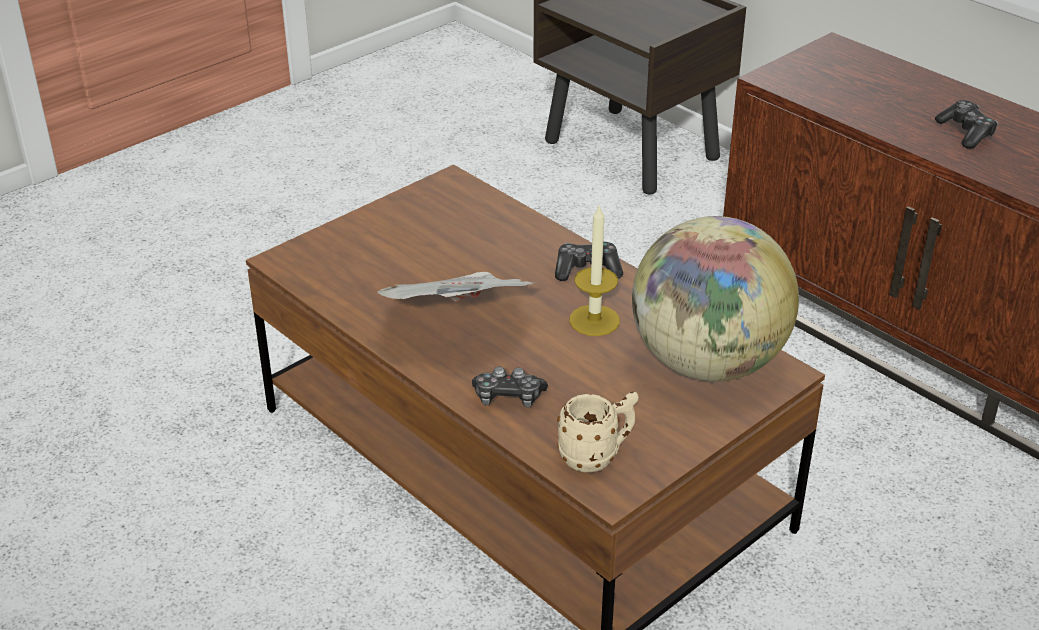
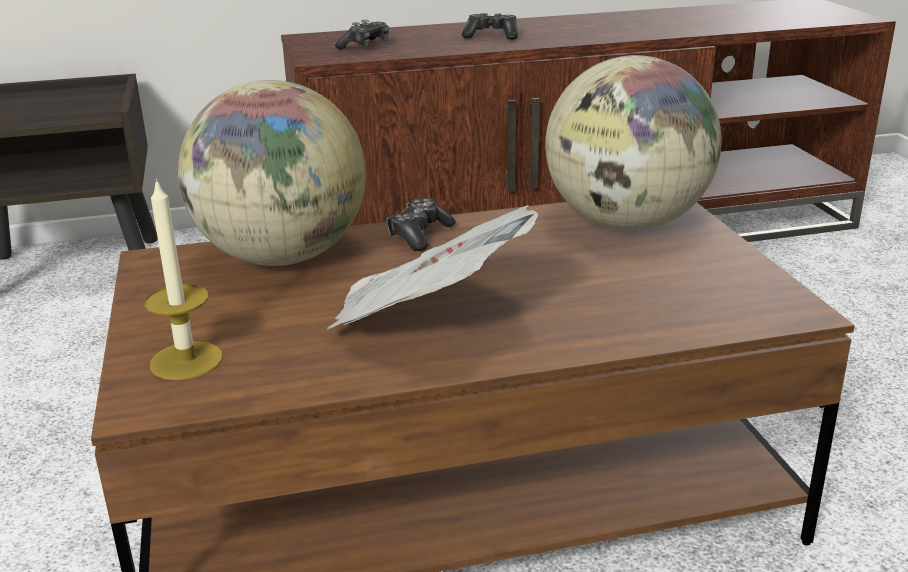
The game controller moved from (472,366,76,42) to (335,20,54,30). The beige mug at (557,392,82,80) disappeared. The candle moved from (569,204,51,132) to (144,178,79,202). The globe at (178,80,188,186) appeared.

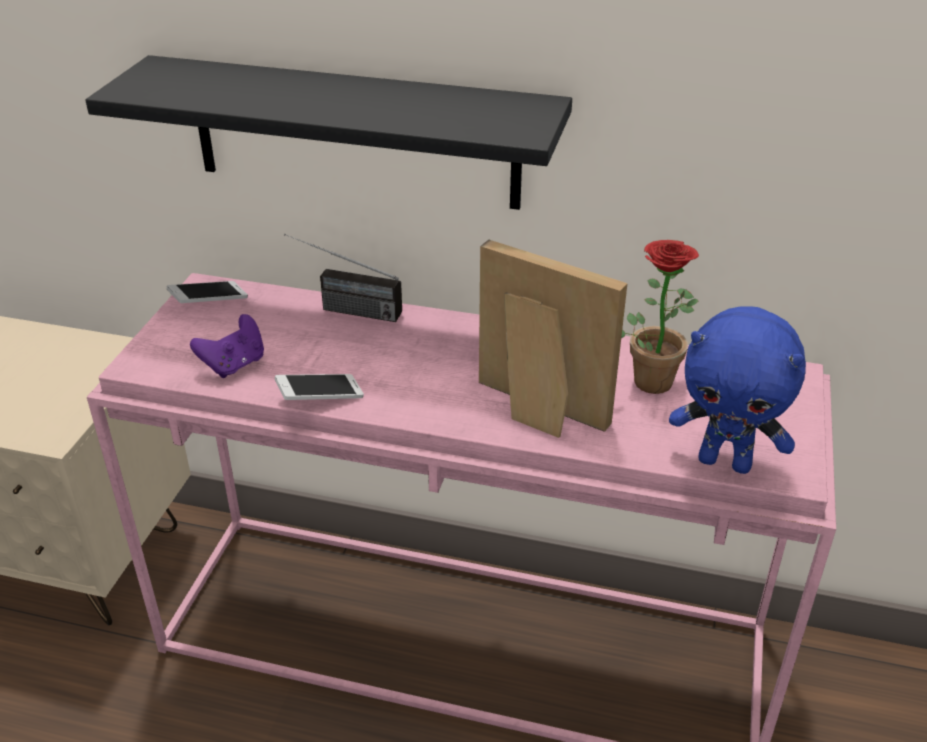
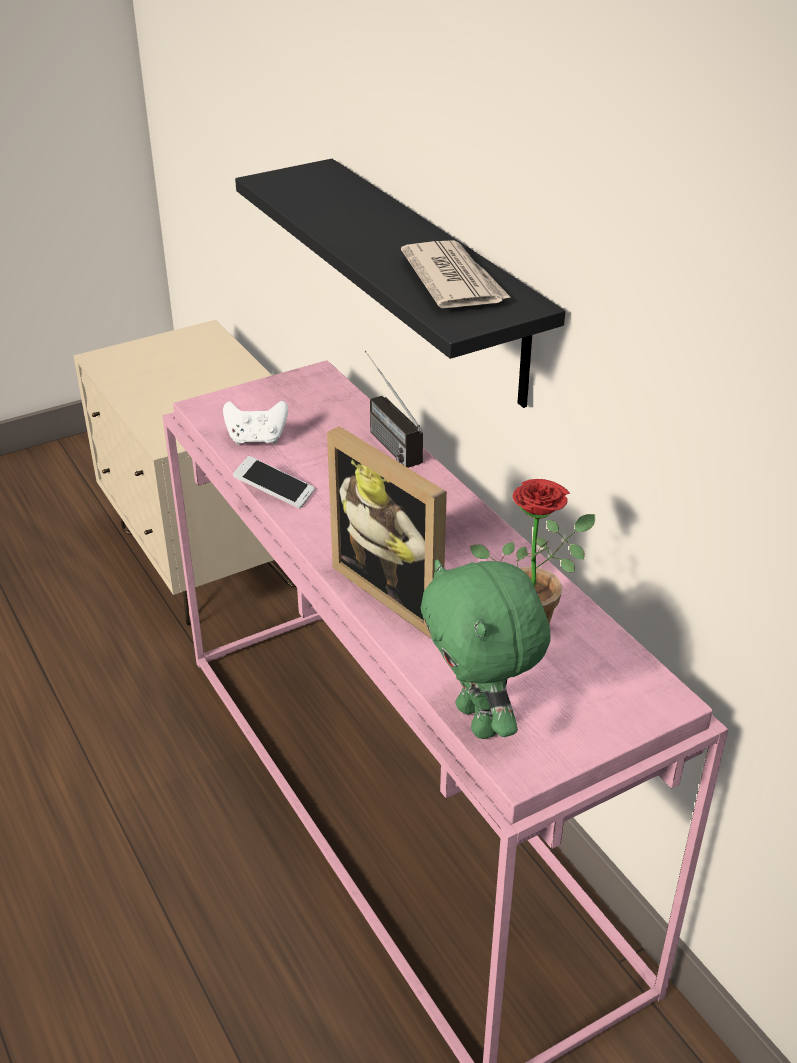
The phone at (167,281,81,22) disappeared. The purple game controller at (190,314,74,64) became the white game controller at (223,401,65,44). The picture frame at (479,240,149,198) turned 150 degrees clockwise. The blue plush toy at (669,306,137,168) became the green plush toy at (421,560,130,179). The newspaper at (401,240,110,68) appeared.

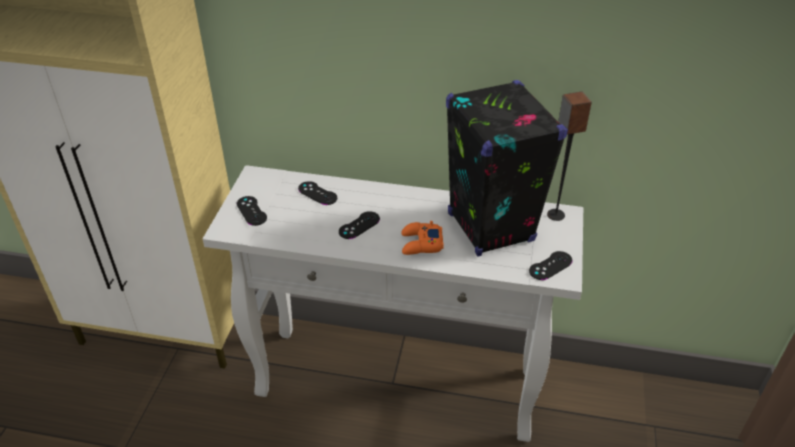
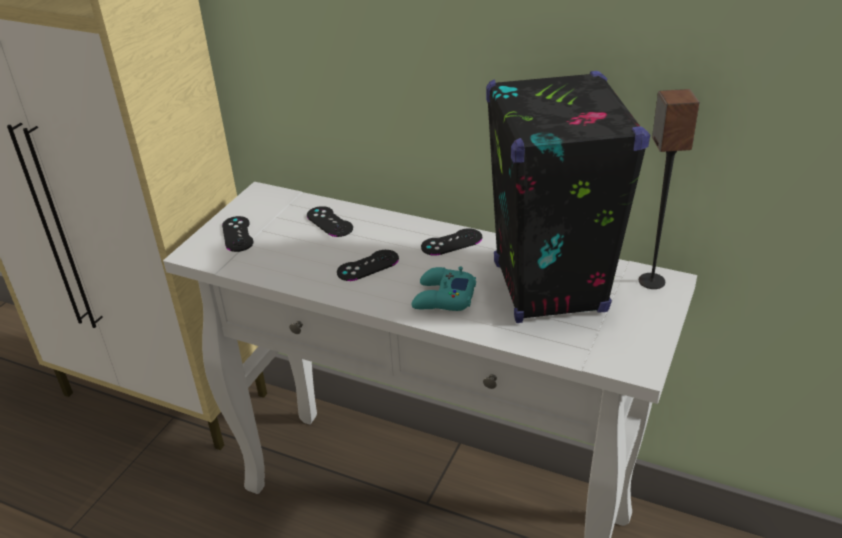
The orange game controller at (401,221,43,34) became the turquoise game controller at (412,266,64,45). The black game controller moved from (529,251,43,29) to (421,228,61,28).

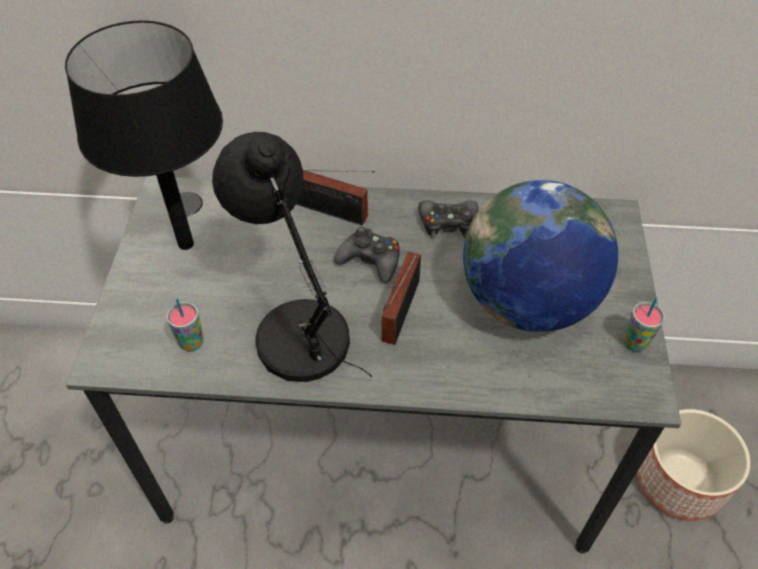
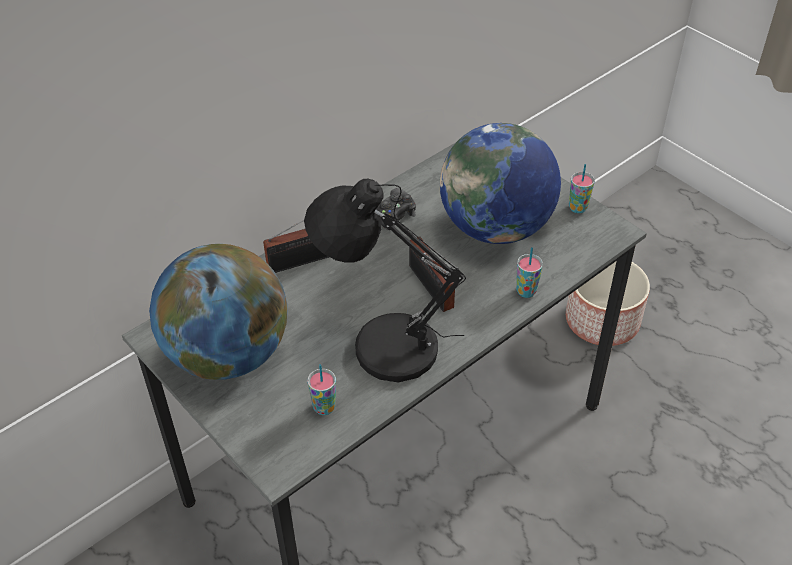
The black table lamp at (65,20,158,230) was replaced by the globe at (149,244,138,136). The black game controller at (334,227,66,56) disappeared. The cup at (516,247,27,51) appeared.

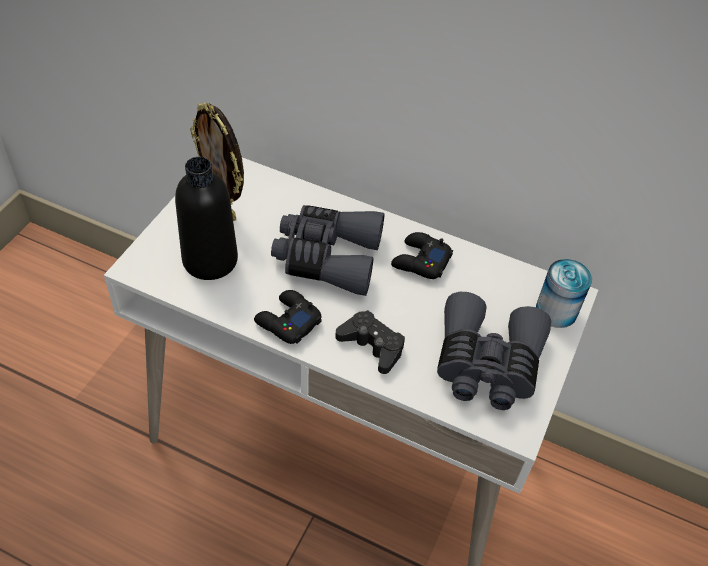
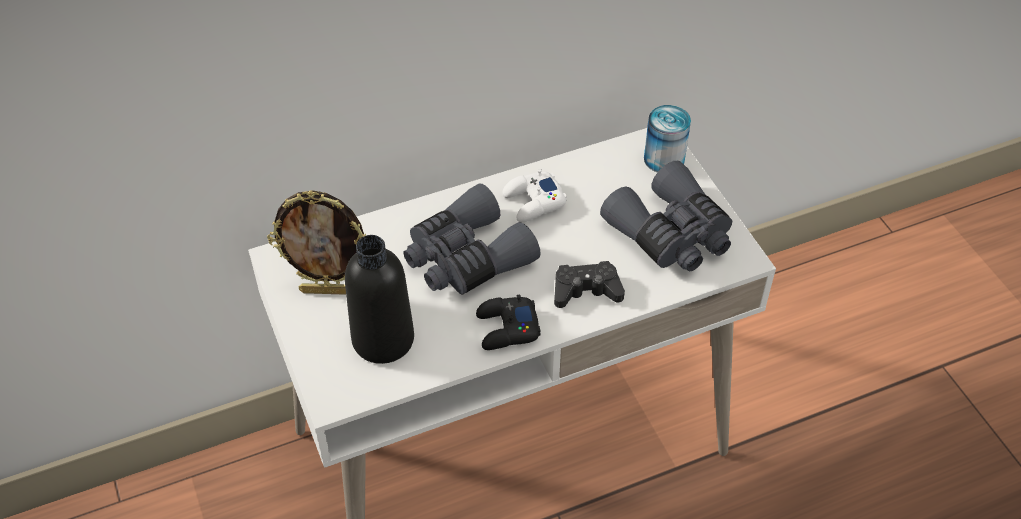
The black game controller at (391,232,62,47) became the white game controller at (502,169,65,54).

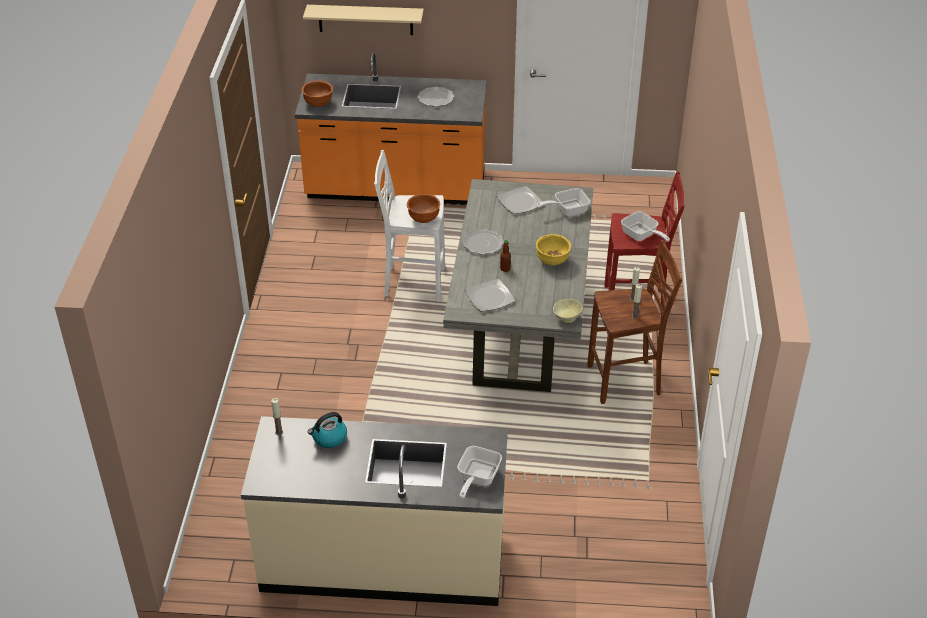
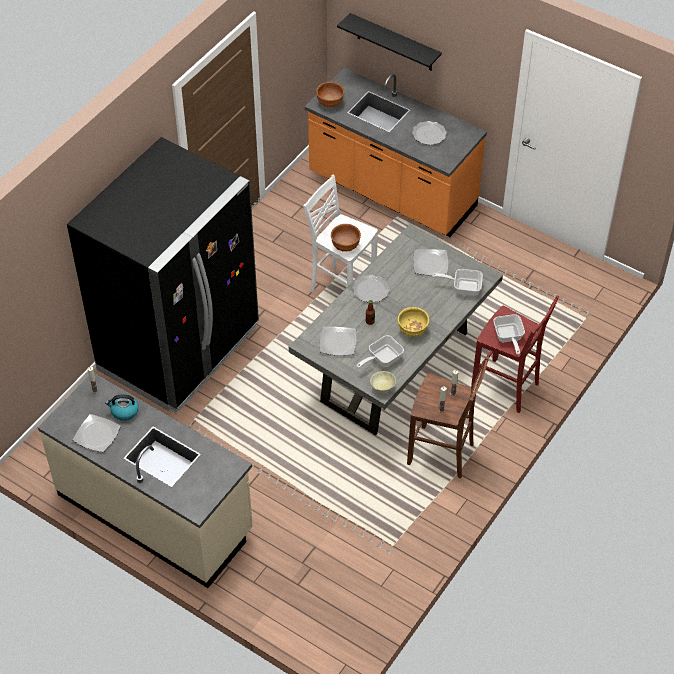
The beige shelf at (303,5,121,30) became the black shelf at (337,13,105,57). The frying pan moved from (457,446,45,52) to (357,335,47,33). The black fridge at (67,137,192,277) appeared. The plate at (73,414,48,38) appeared.

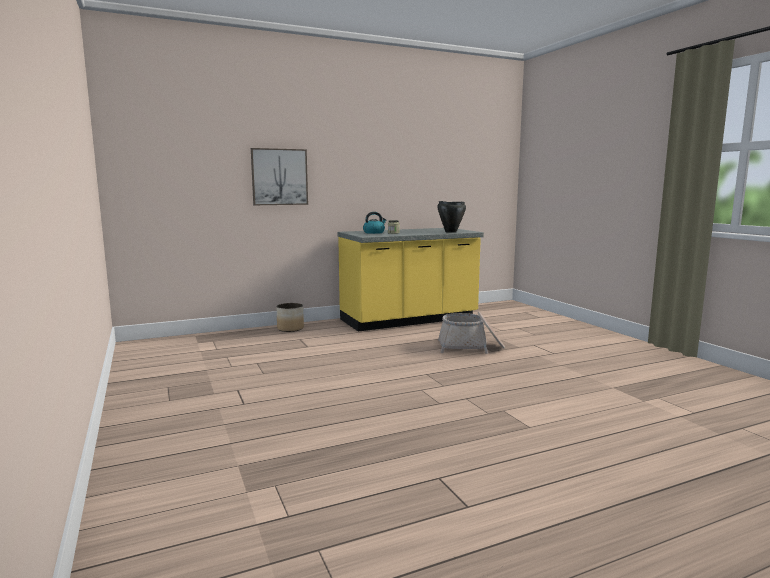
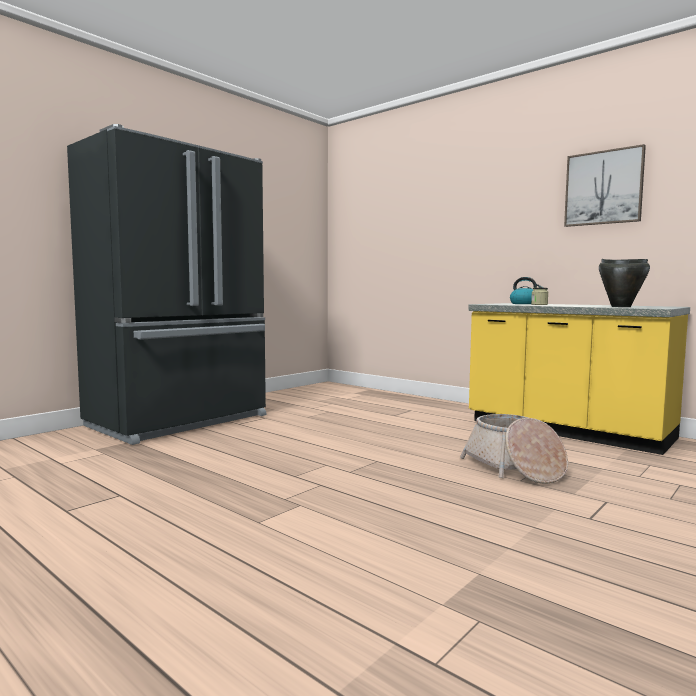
The picture moved from (251,148,57,57) to (564,144,82,83). The planter at (276,303,28,29) disappeared. The black fridge at (67,124,199,321) appeared.

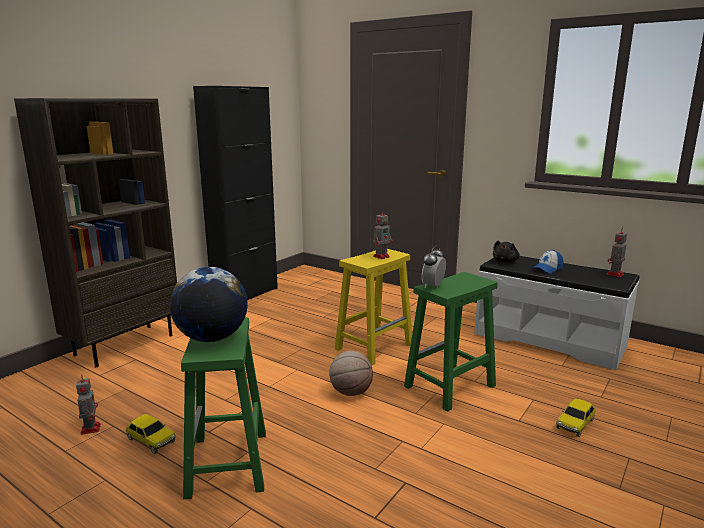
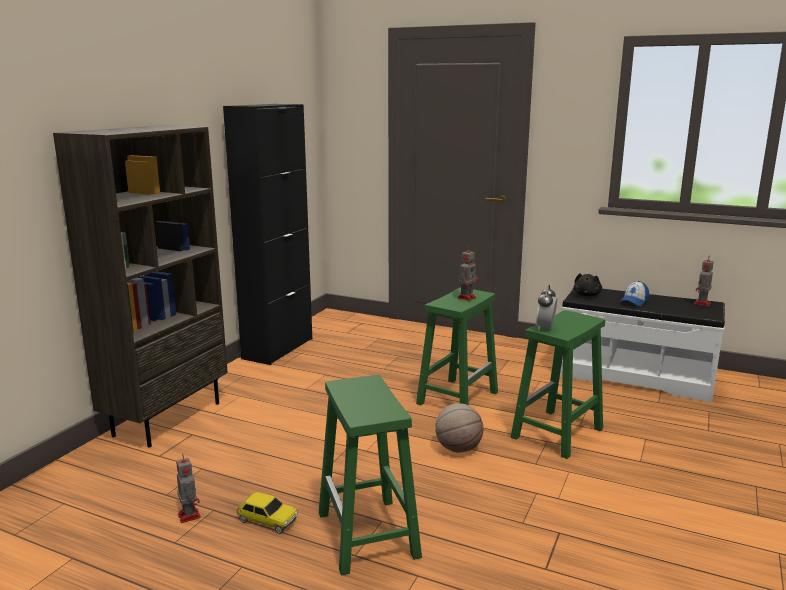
The globe at (170,267,78,75) disappeared. The yellow stool at (335,249,77,116) became the green stool at (416,287,82,118). The toy car at (556,399,40,38) disappeared.

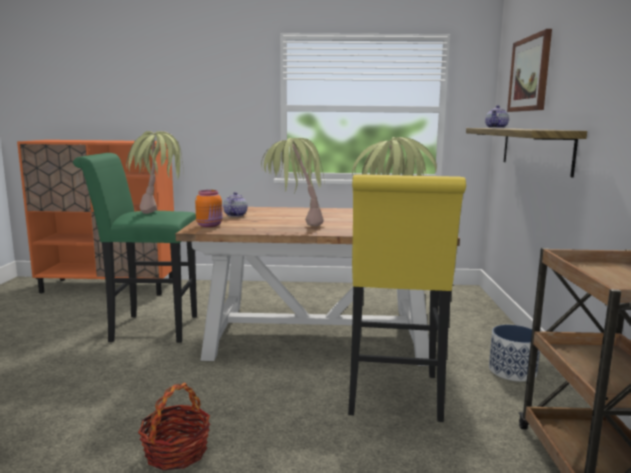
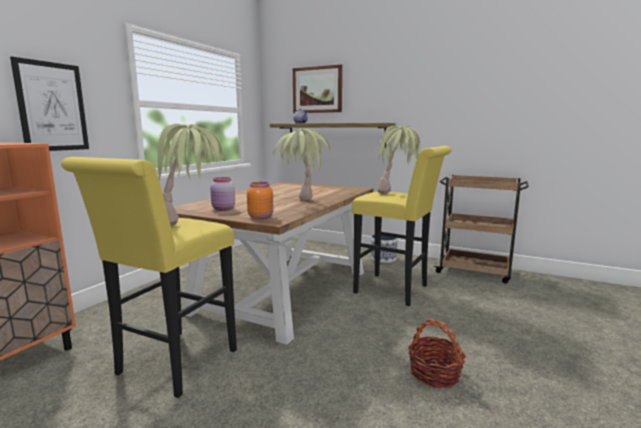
The green stool at (73,153,124,190) became the yellow stool at (61,157,176,241). The teapot at (223,192,25,25) was replaced by the pink jar at (210,177,25,34). The picture at (10,57,79,94) appeared.

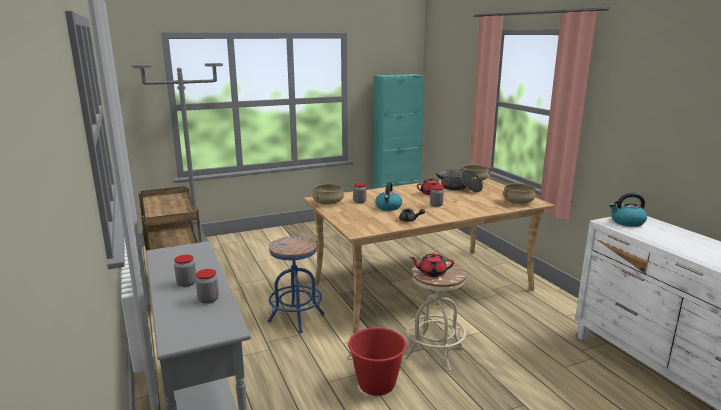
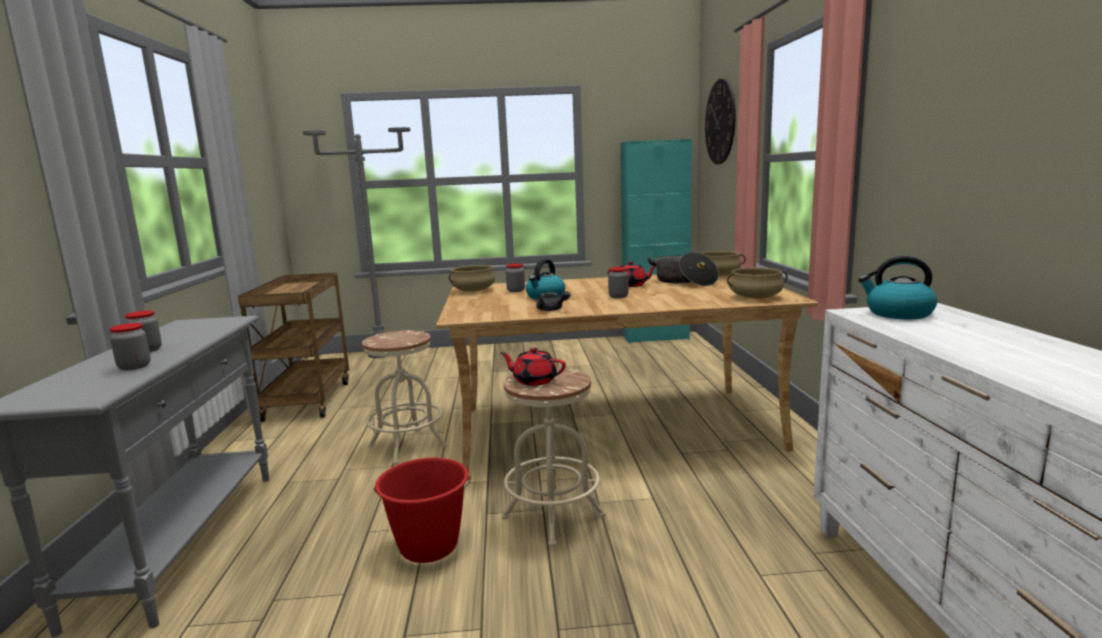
The blue stool at (268,236,57,97) became the beige stool at (362,330,85,135). The wall clock at (705,79,31,85) appeared.

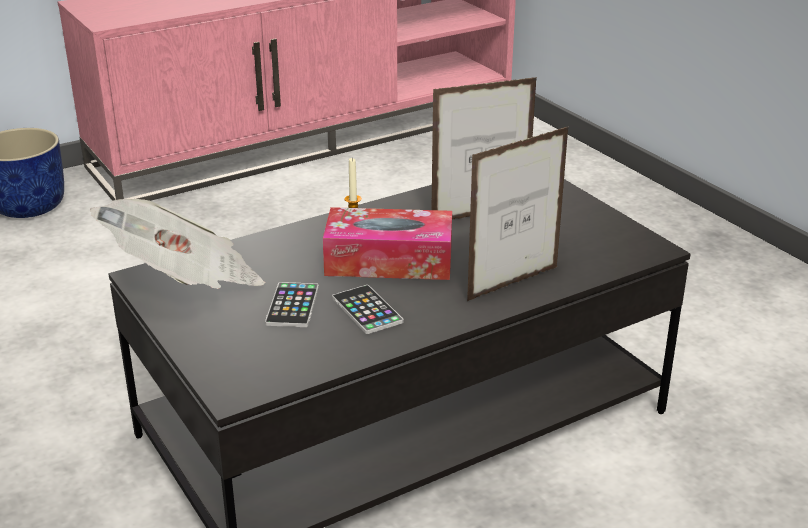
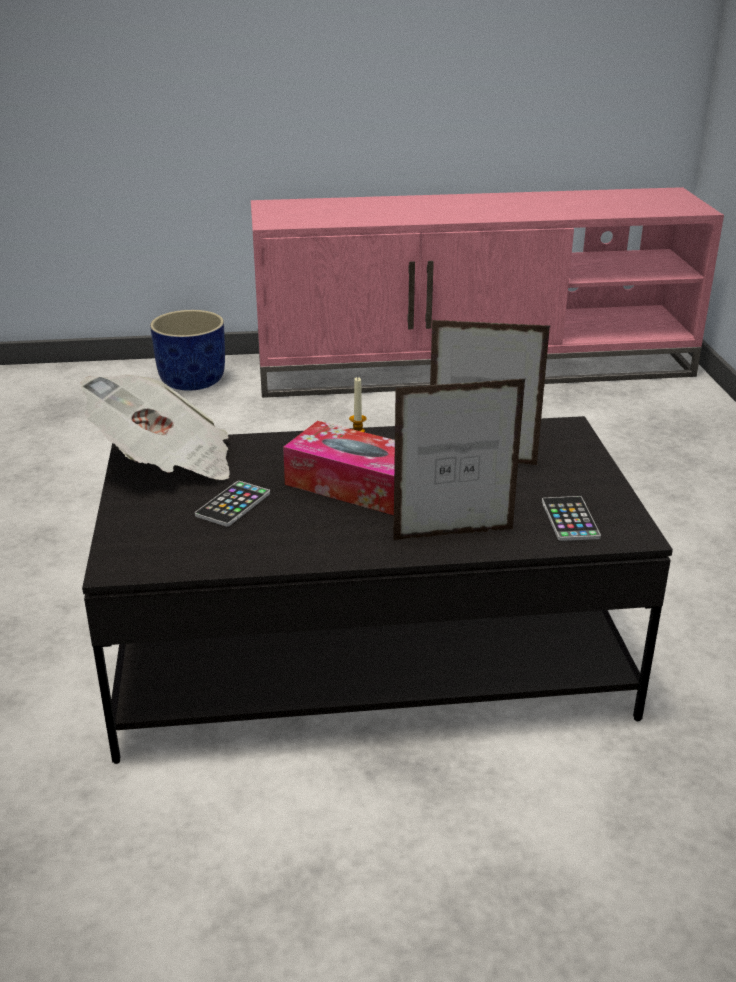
The phone moved from (332,285,71,49) to (542,496,59,45).

